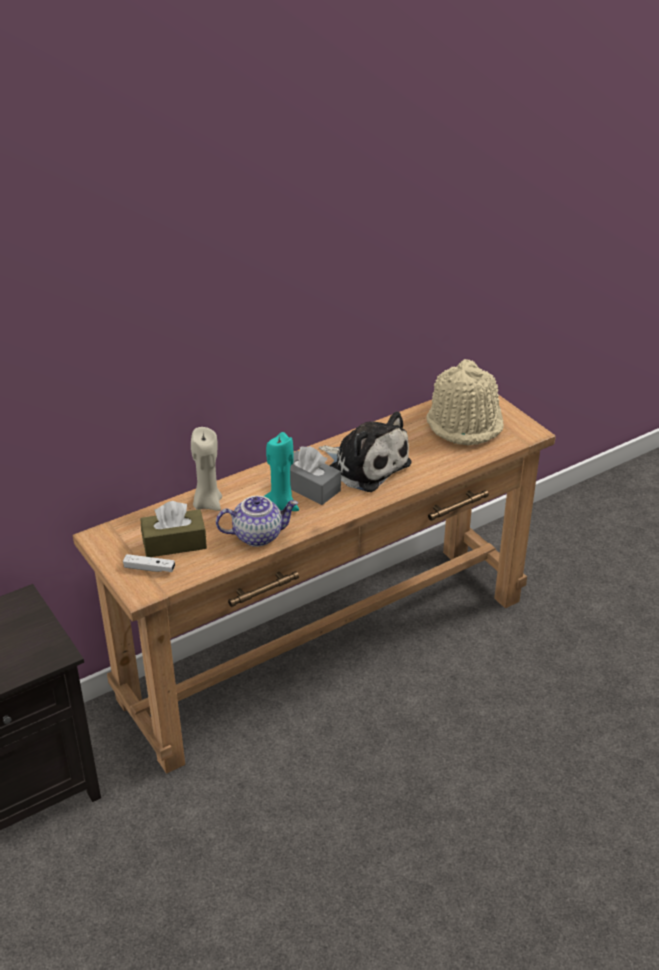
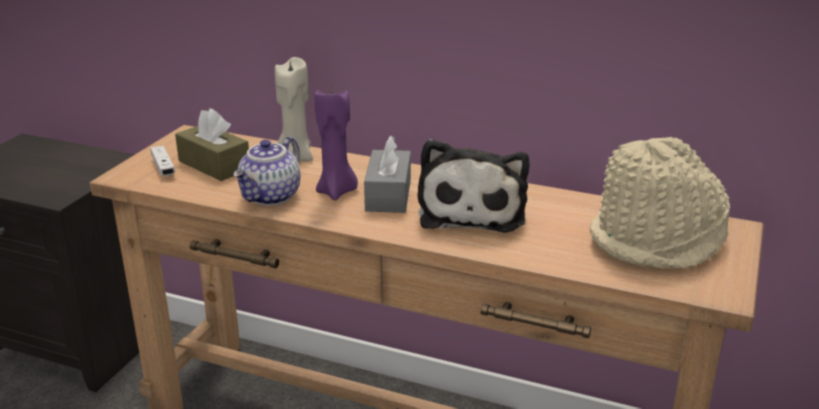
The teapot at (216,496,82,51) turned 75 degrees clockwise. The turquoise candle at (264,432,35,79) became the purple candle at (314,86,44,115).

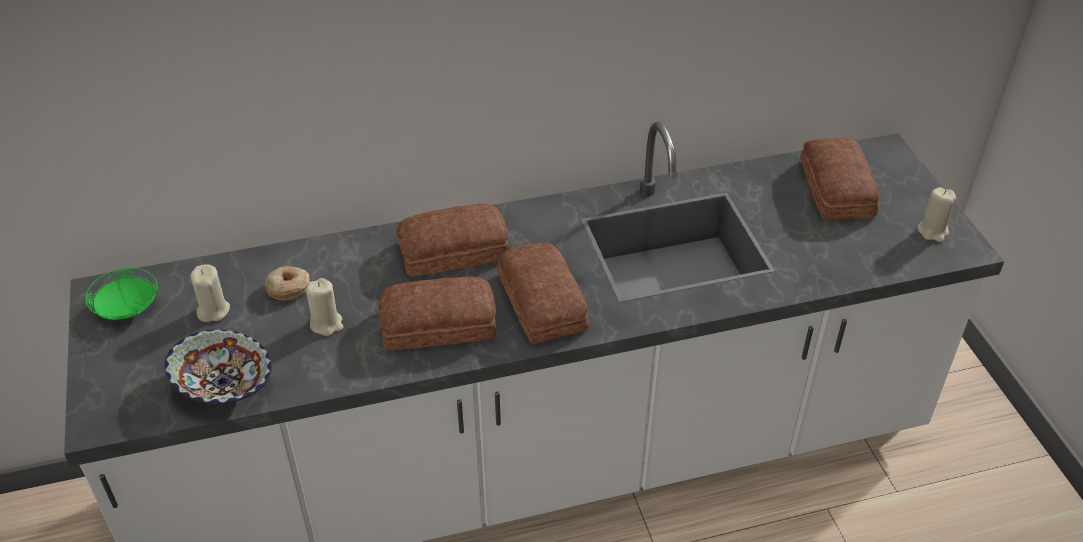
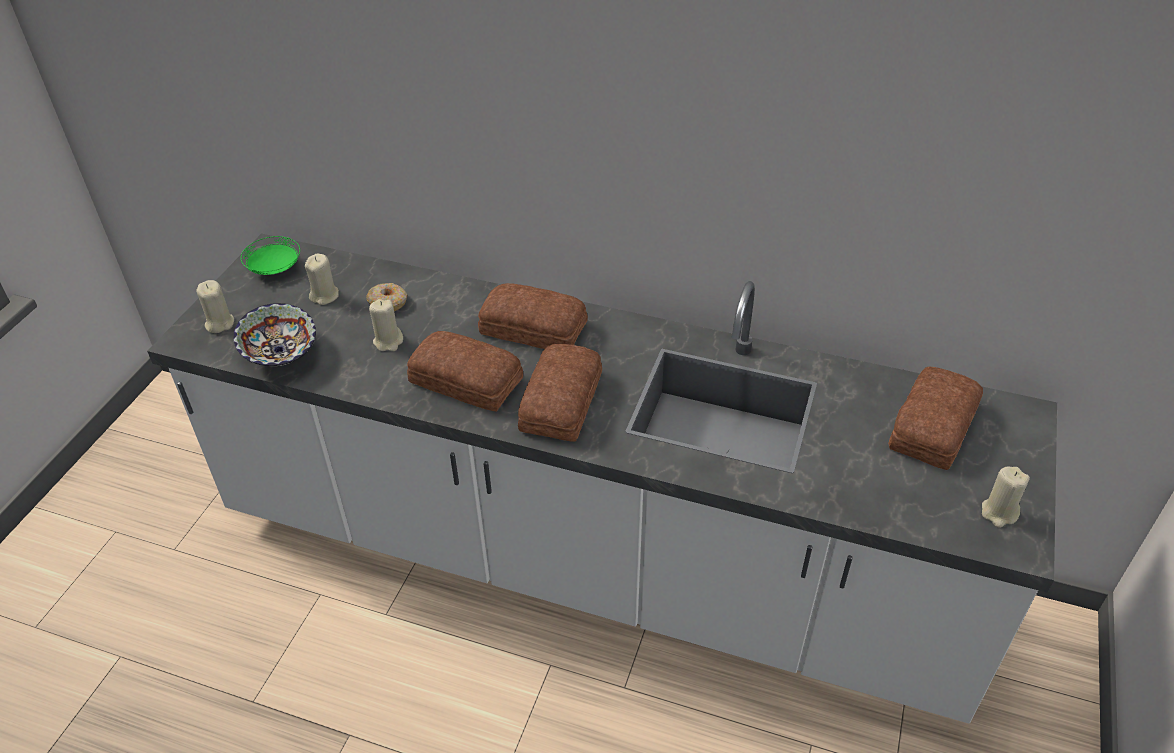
The beige candle at (196,280,38,53) appeared.

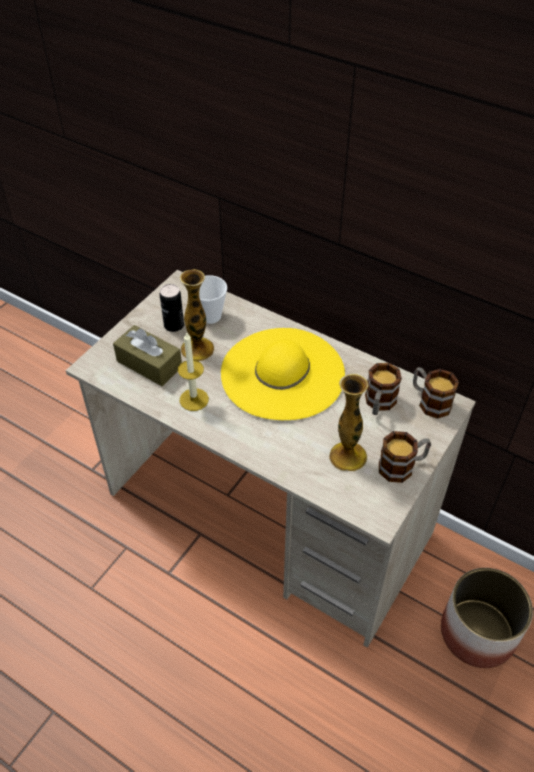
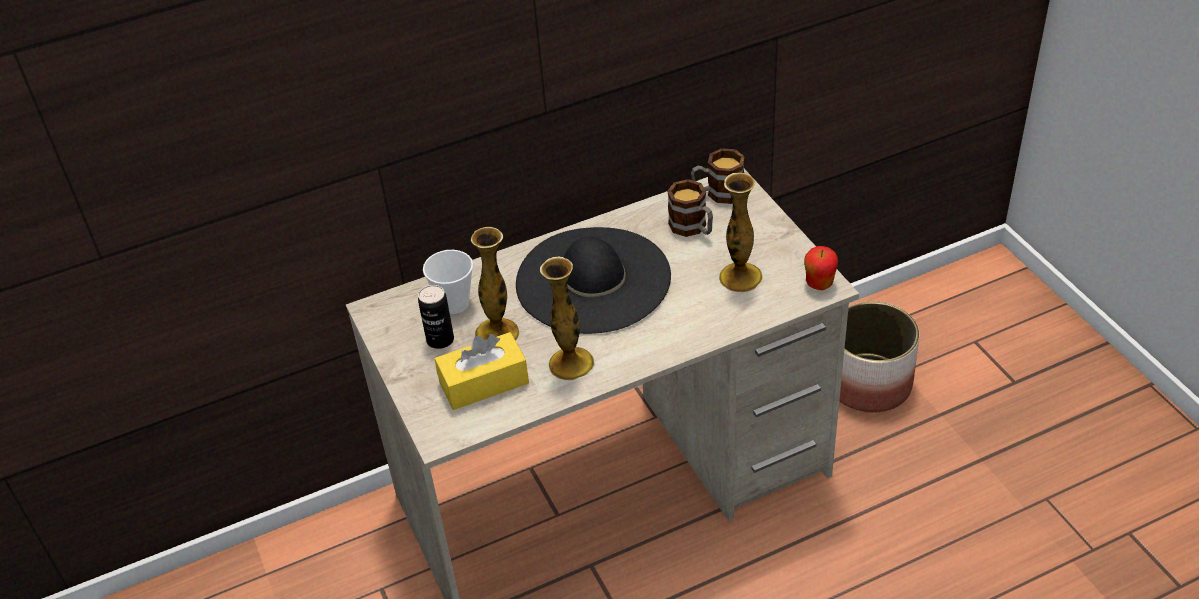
The brown tissue box at (113,325,69,61) became the yellow tissue box at (435,332,94,78). The candle at (178,332,31,79) was replaced by the vase at (540,256,55,125). The yellow hat at (221,328,124,92) became the black hat at (516,227,155,107). The mug at (379,431,52,52) disappeared. The apple at (804,246,34,44) appeared.

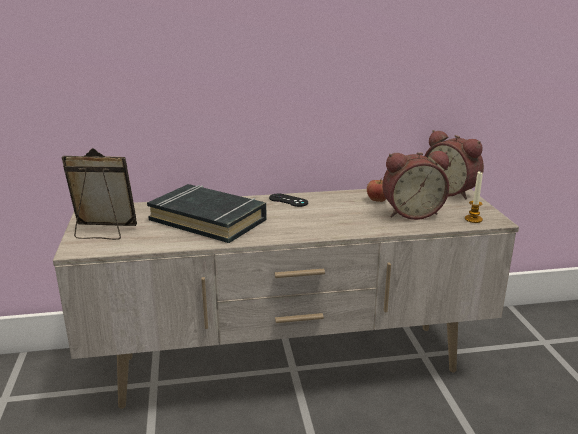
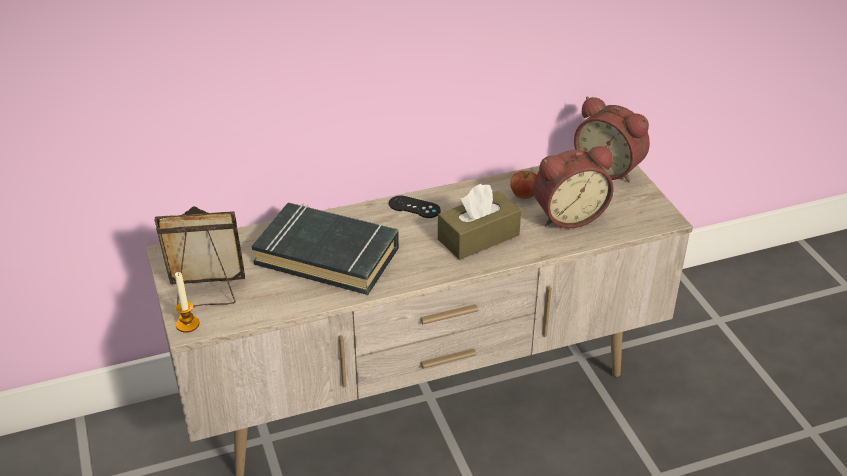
The candle moved from (465,171,18,52) to (175,272,24,61). The brown tissue box at (438,184,83,76) appeared.

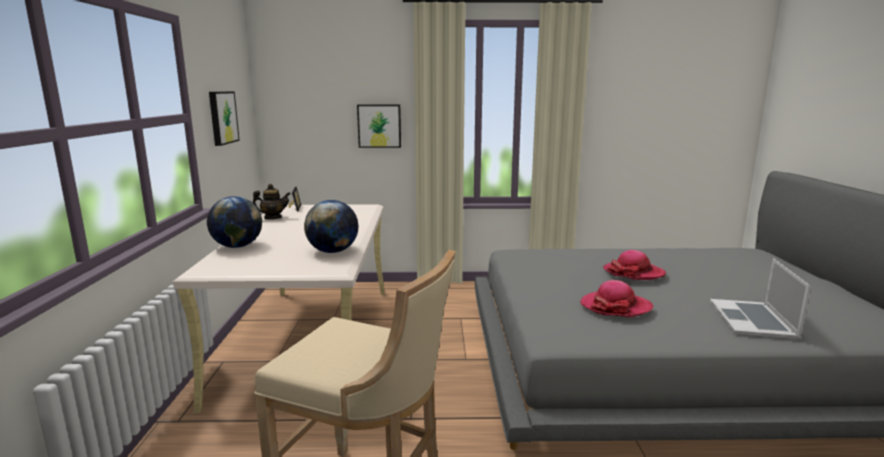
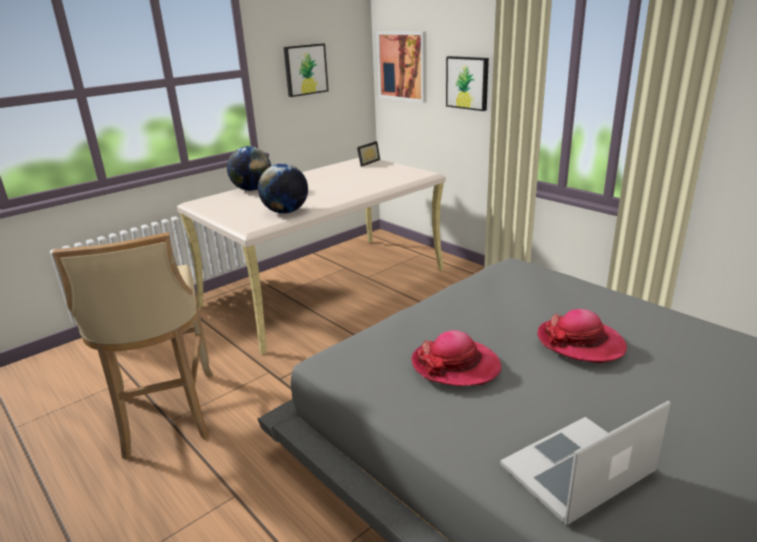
The teapot at (253,184,37,35) disappeared. The picture at (377,31,50,72) appeared.

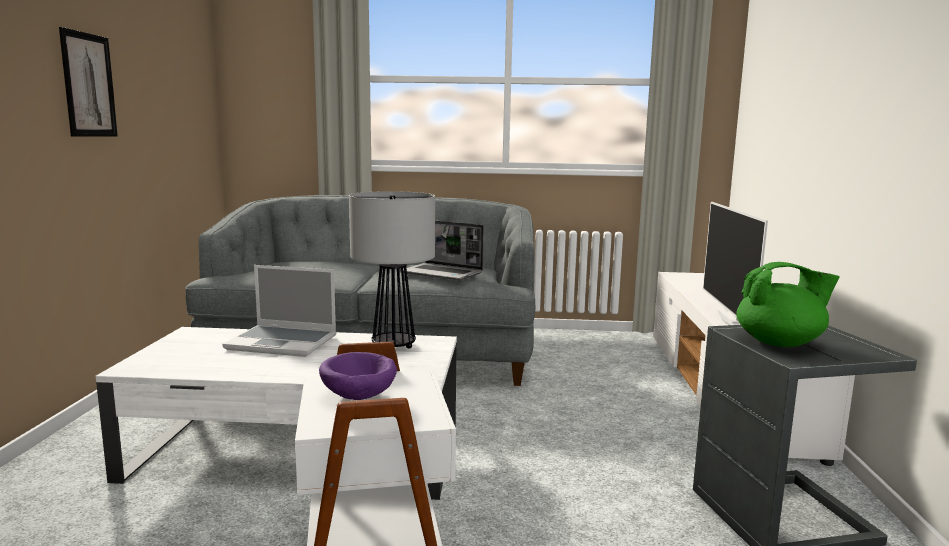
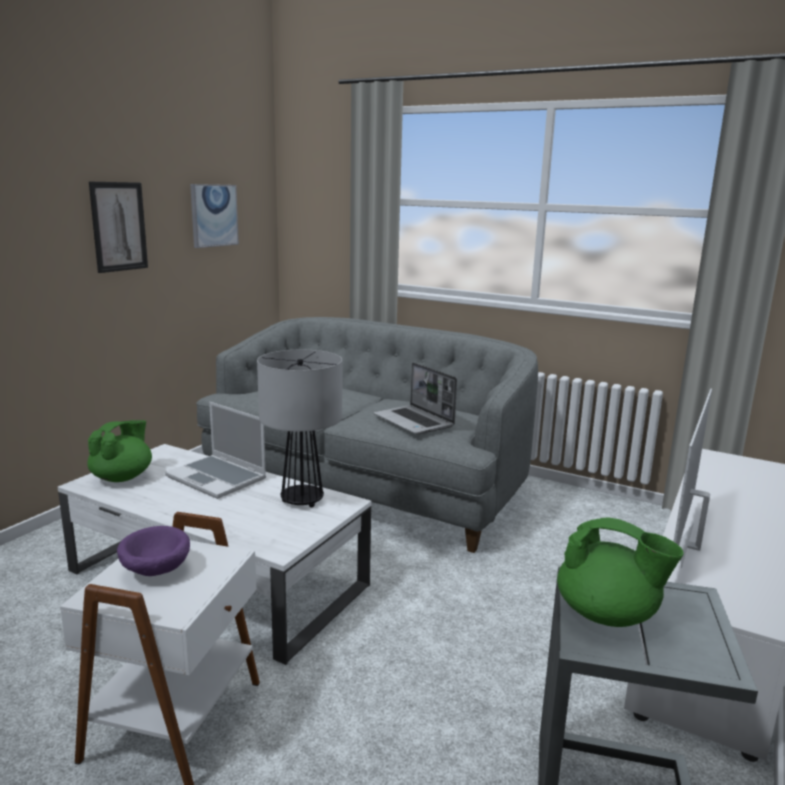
The green teapot at (87,420,65,62) appeared. The picture at (190,184,49,64) appeared.

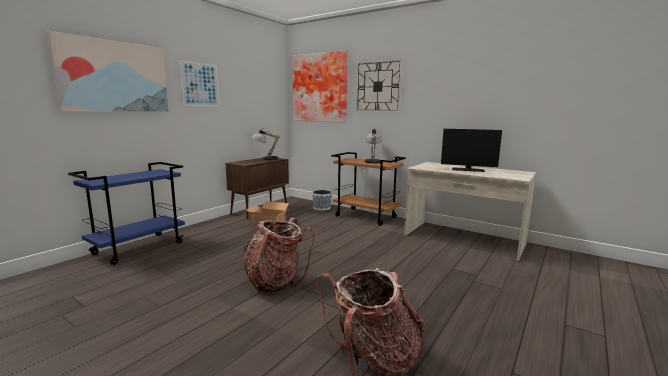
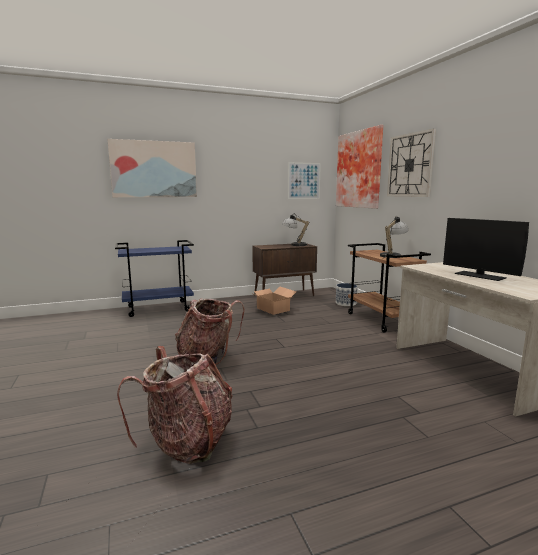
The picture moved from (180,60,39,46) to (288,162,33,37).

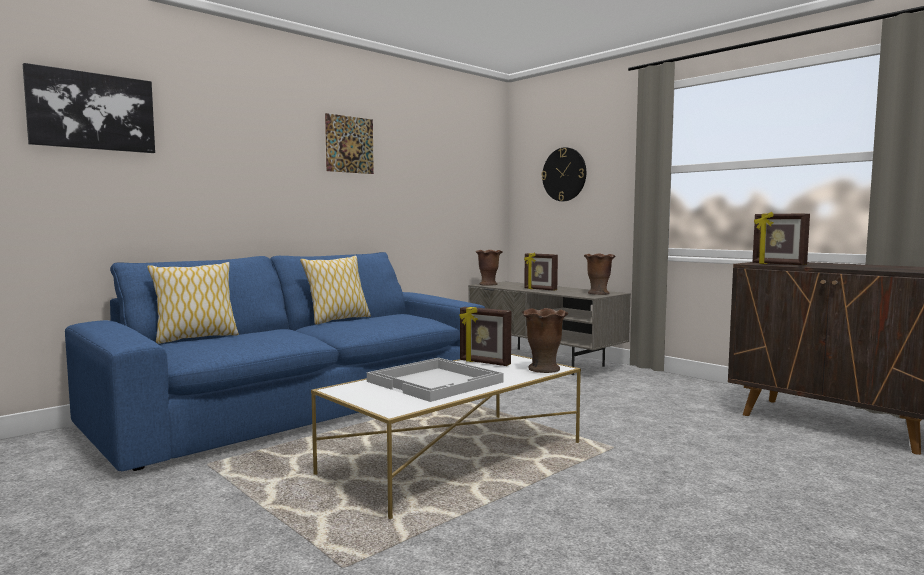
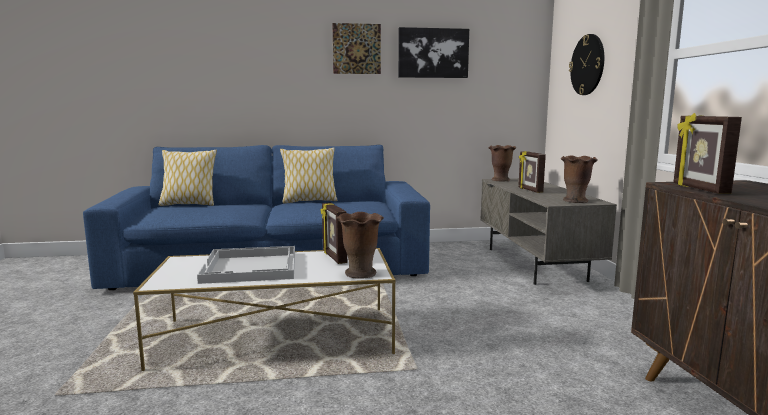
The picture moved from (23,63,132,90) to (398,27,71,51).

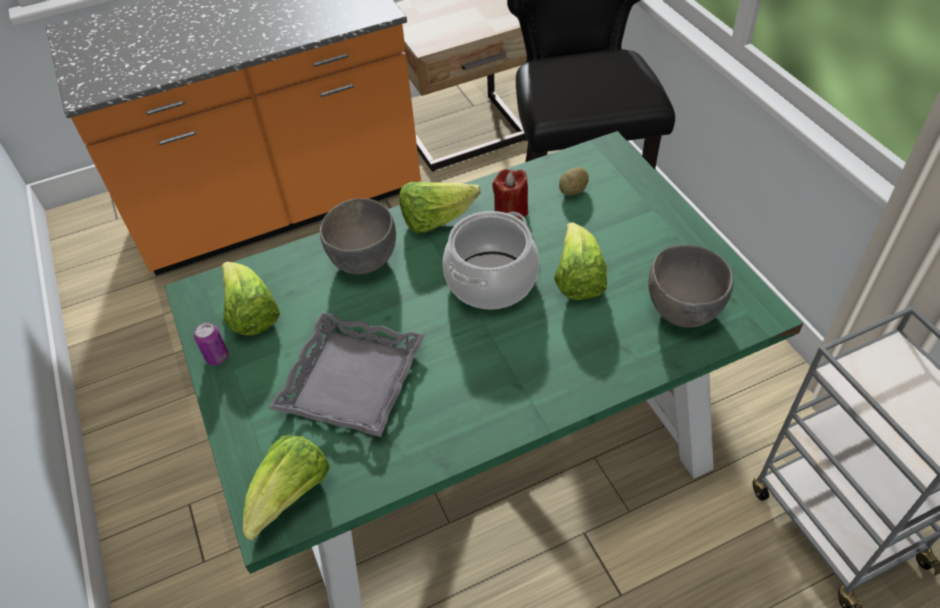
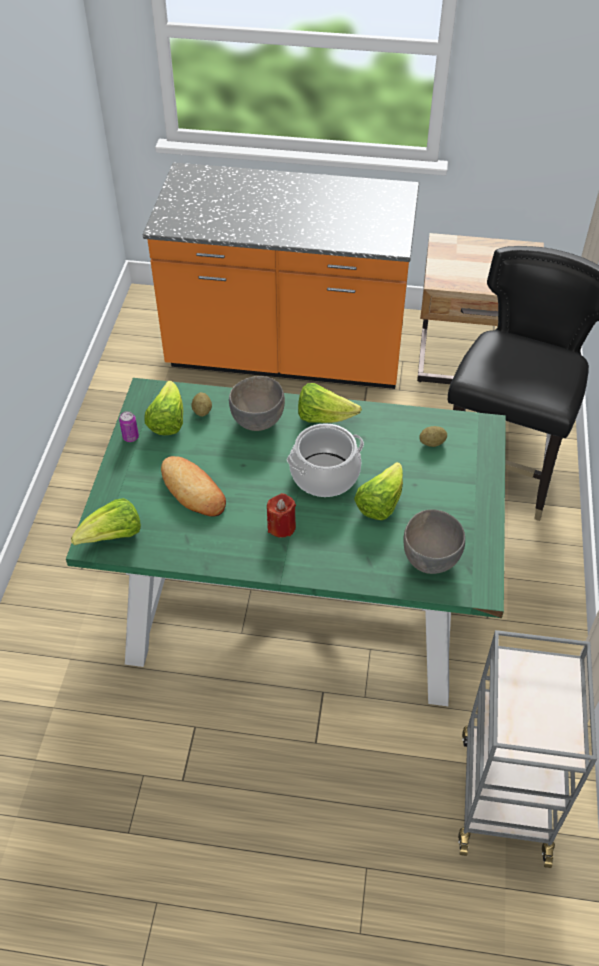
The grey tray at (269,312,156,125) was replaced by the bread at (161,456,65,61). The red candle moved from (492,169,36,51) to (267,493,29,45). The potato at (192,392,20,25) appeared.

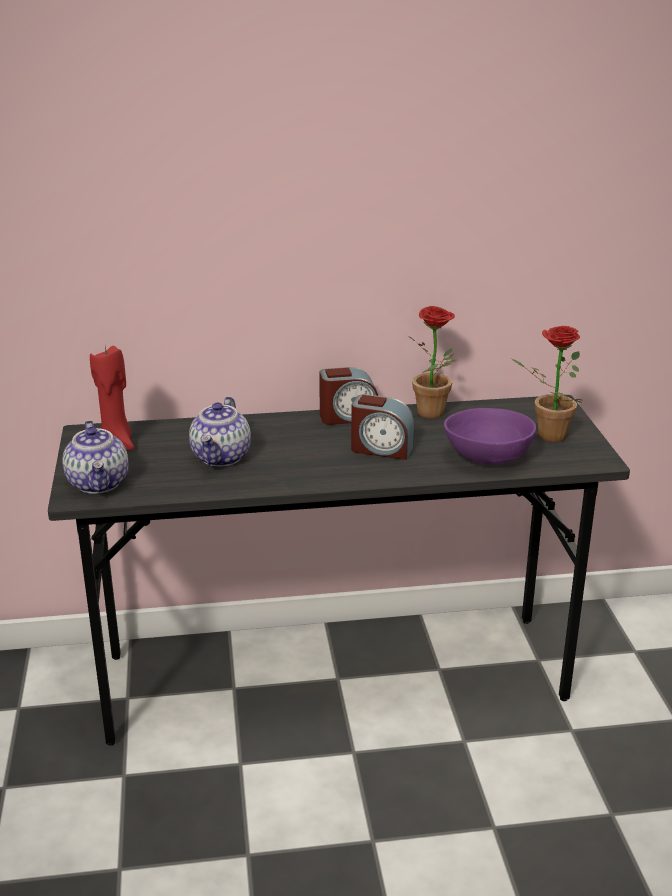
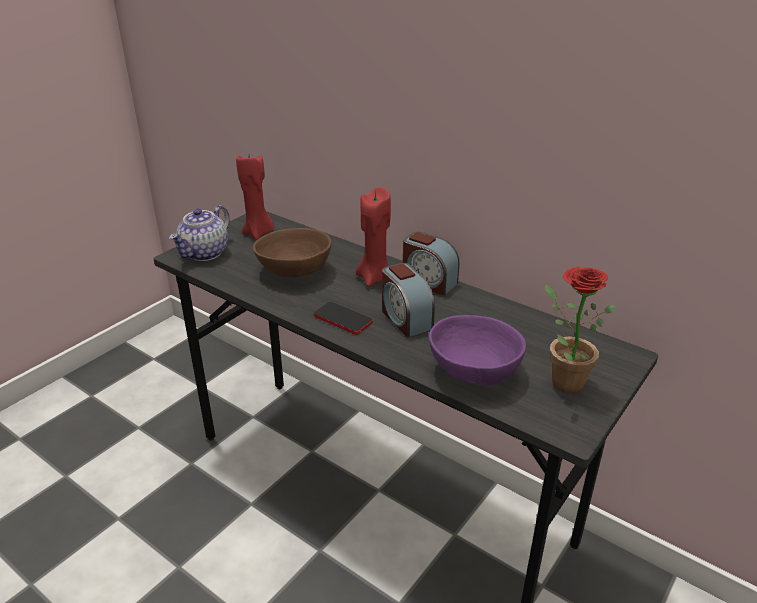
The teapot at (189,397,62,69) was replaced by the brown bowl at (253,228,78,49). The potted plant at (408,306,49,112) disappeared. The phone at (313,302,60,33) appeared. The red candle at (356,187,35,99) appeared.

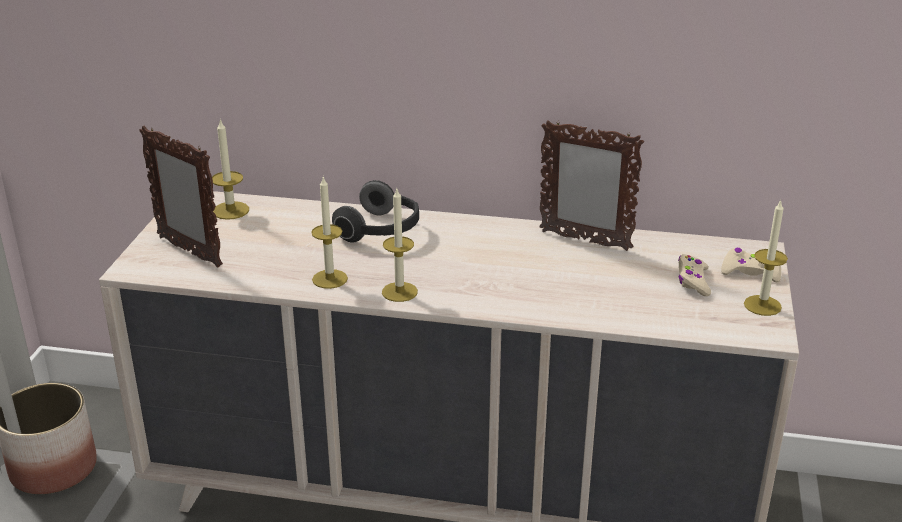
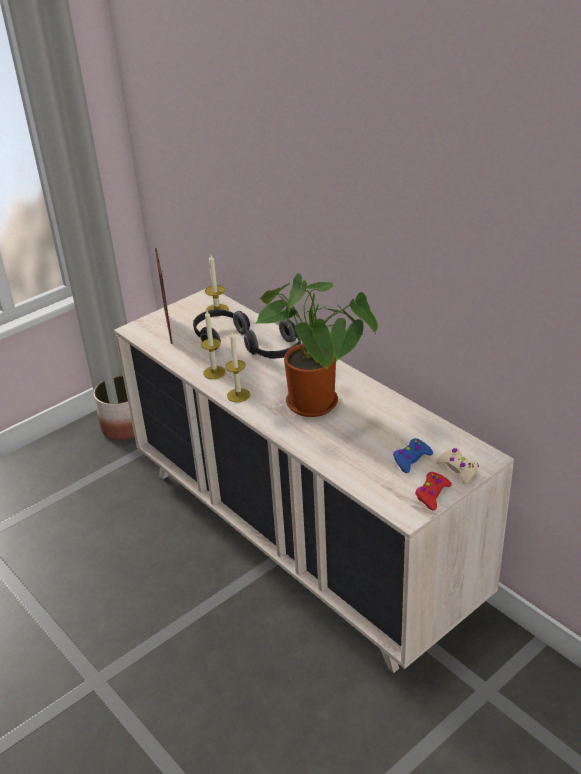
The picture frame at (539,120,105,131) disappeared. The beige game controller at (678,254,33,42) became the blue game controller at (393,438,40,35). The candle at (744,200,44,116) was replaced by the red game controller at (415,472,37,39). The headphones at (193,309,57,41) appeared. The potted plant at (254,273,124,144) appeared.

